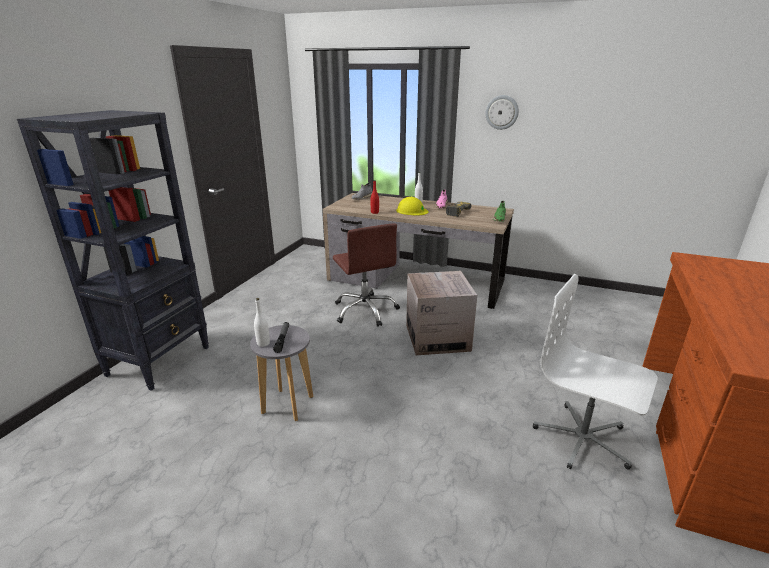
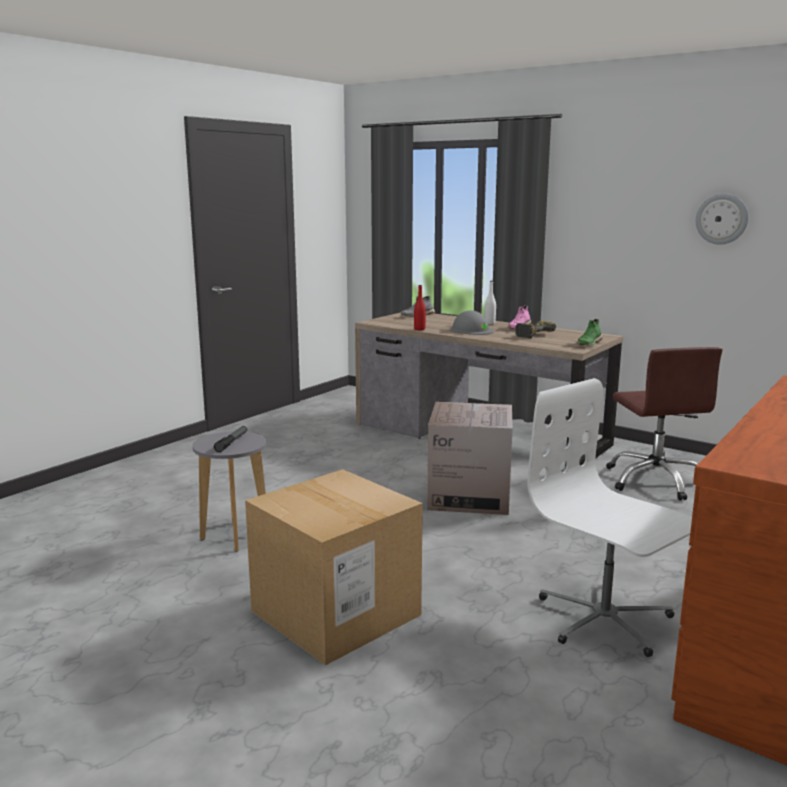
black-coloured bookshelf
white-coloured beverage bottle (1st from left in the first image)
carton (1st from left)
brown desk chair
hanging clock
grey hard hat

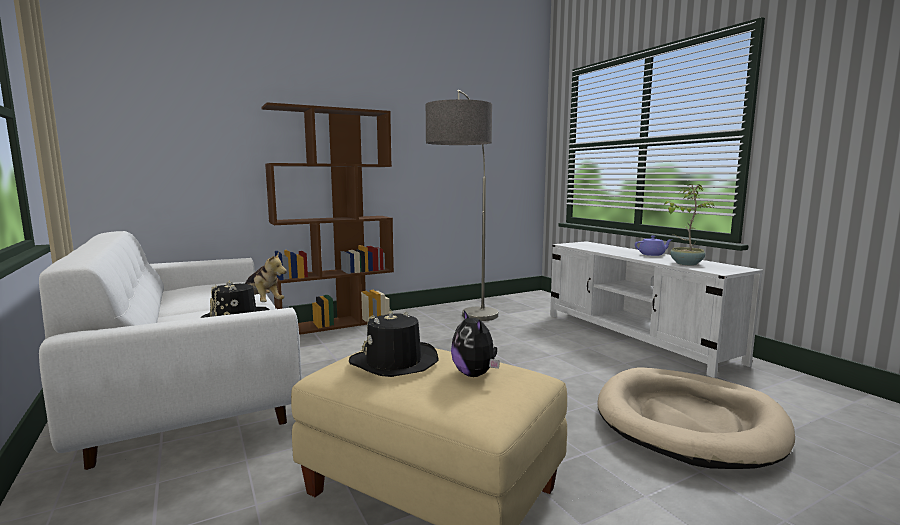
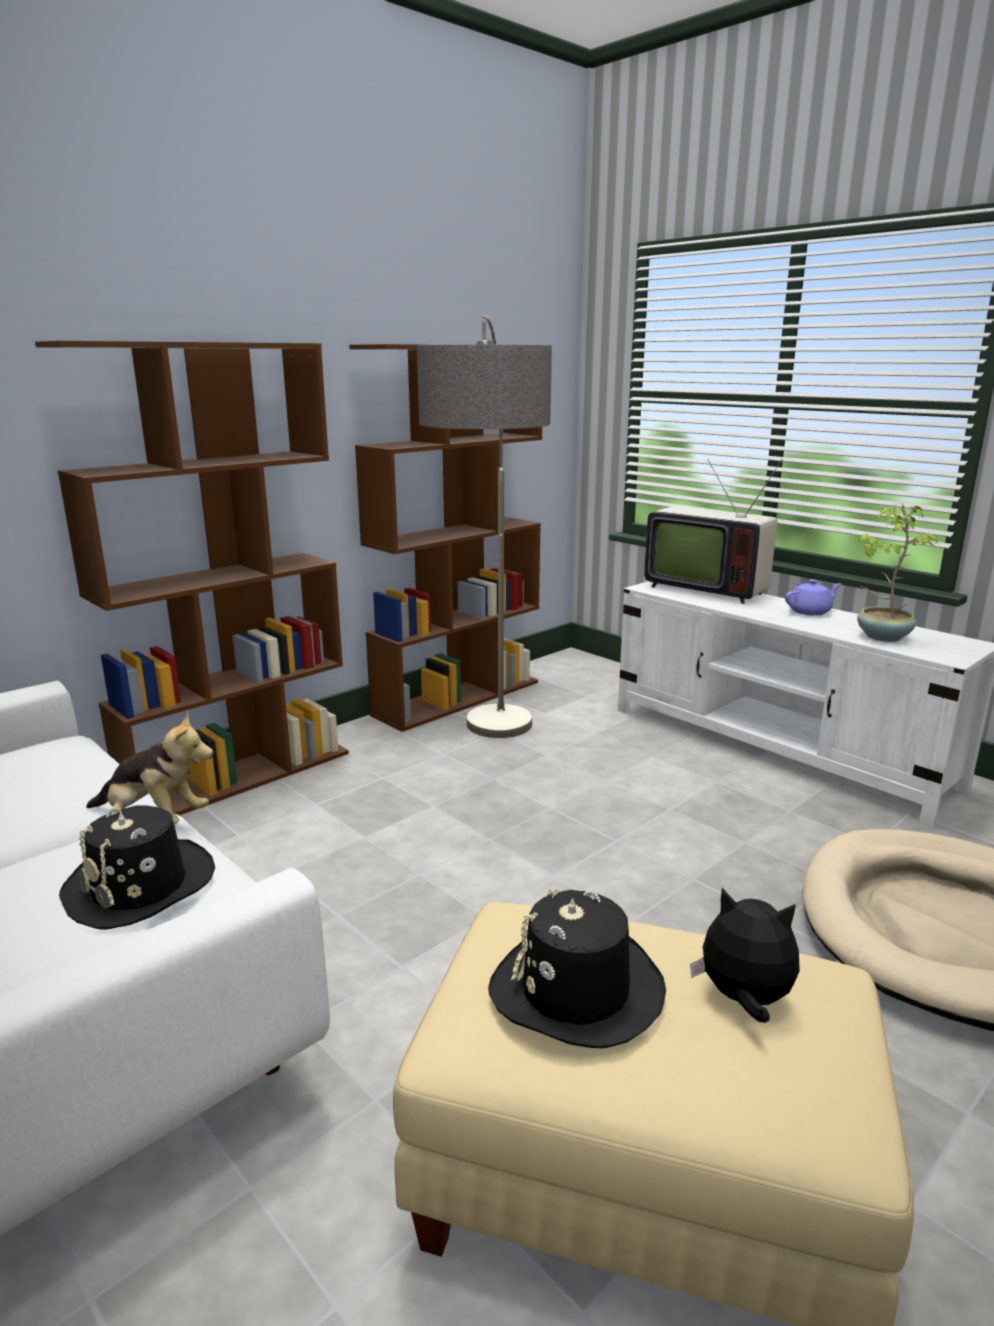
brown bookshelf (2nd from left)
TV set
plush toy (2nd from left)

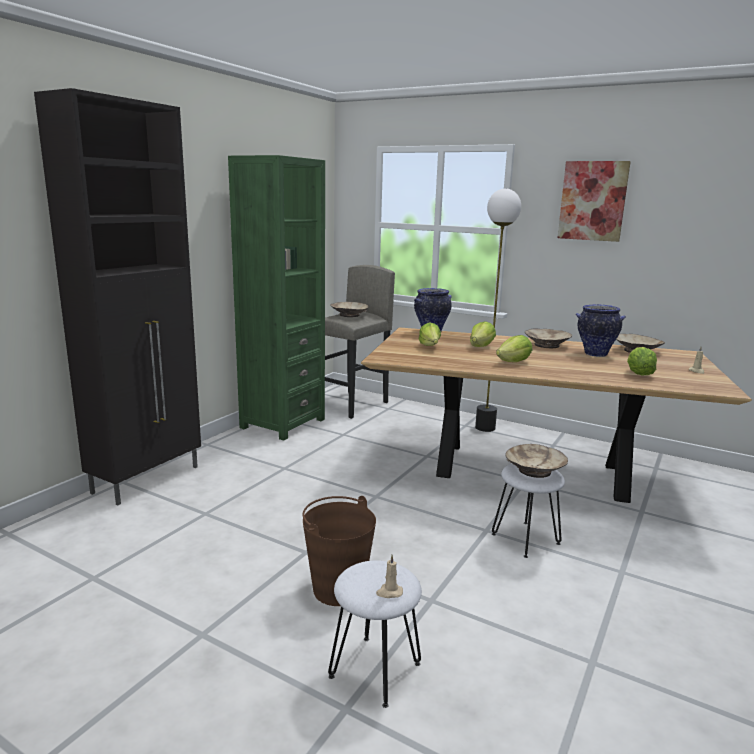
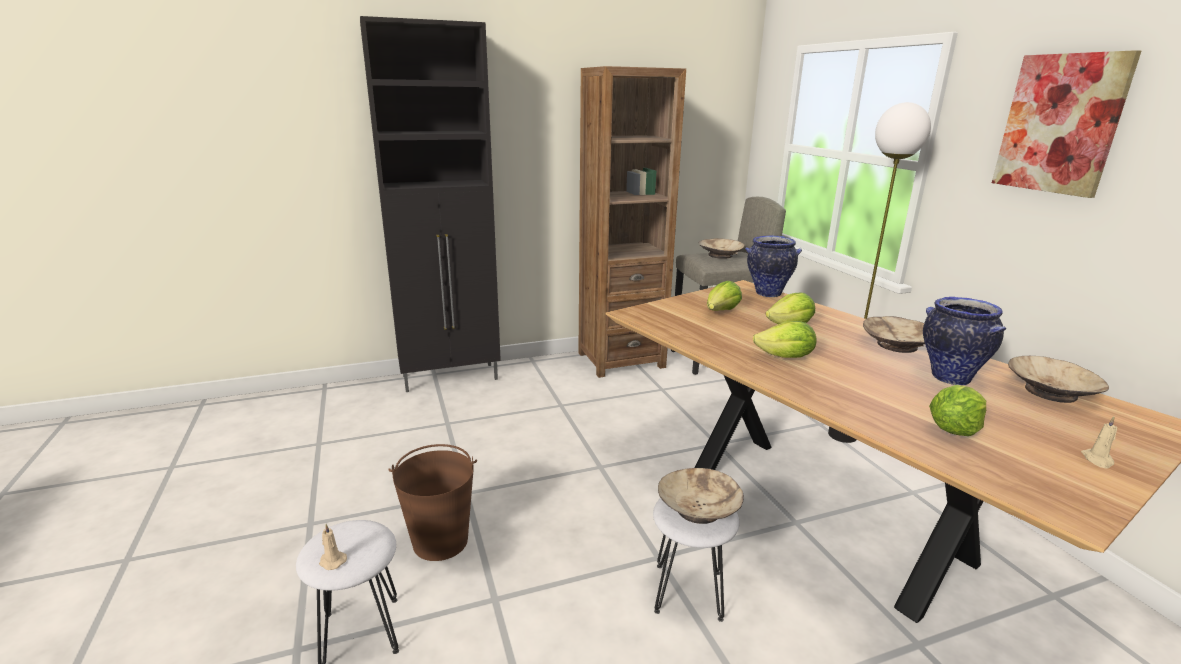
brown bookshelf

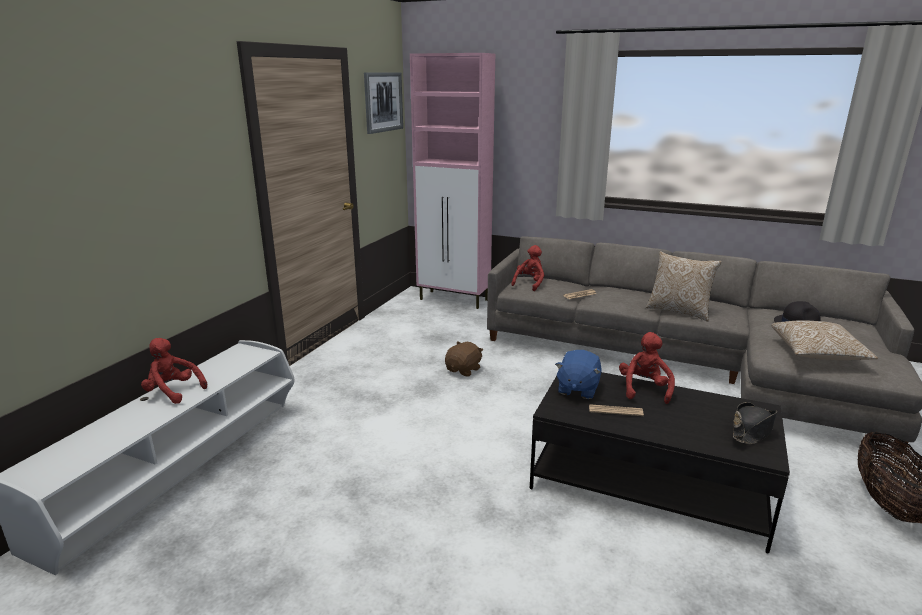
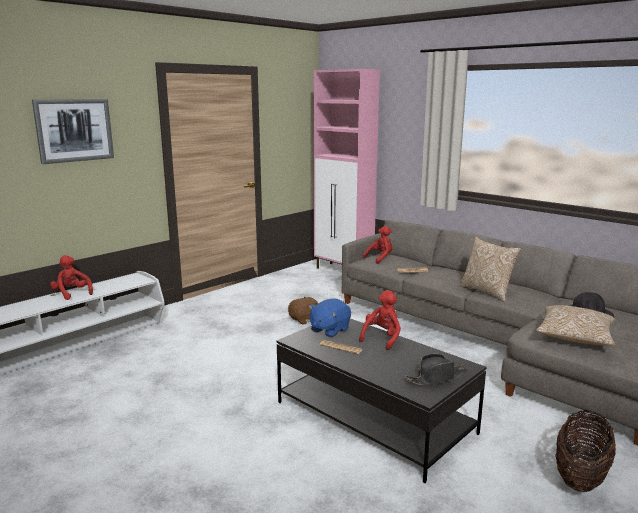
picture

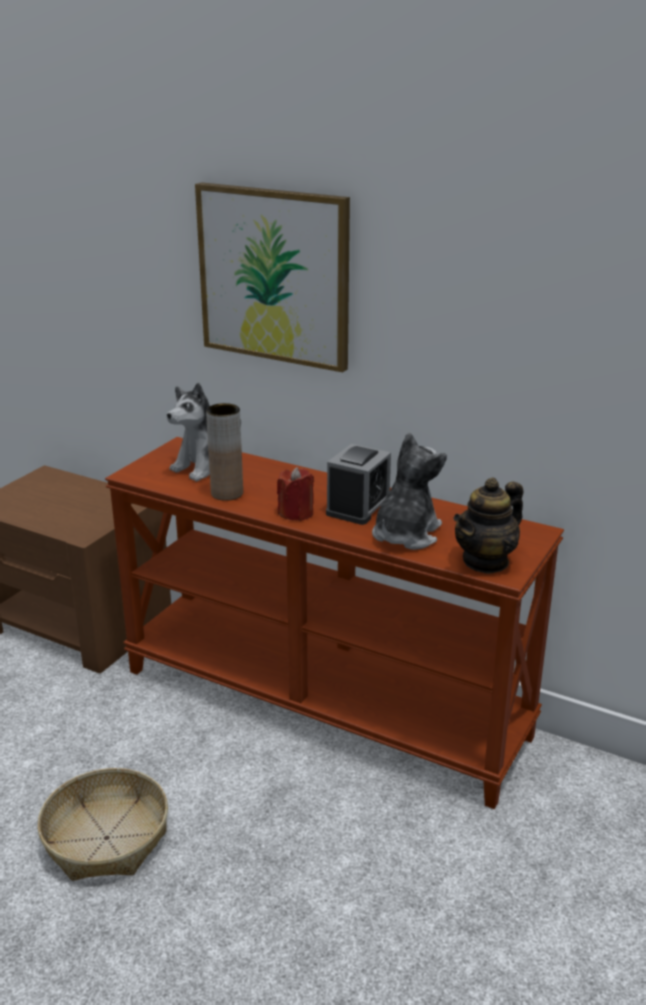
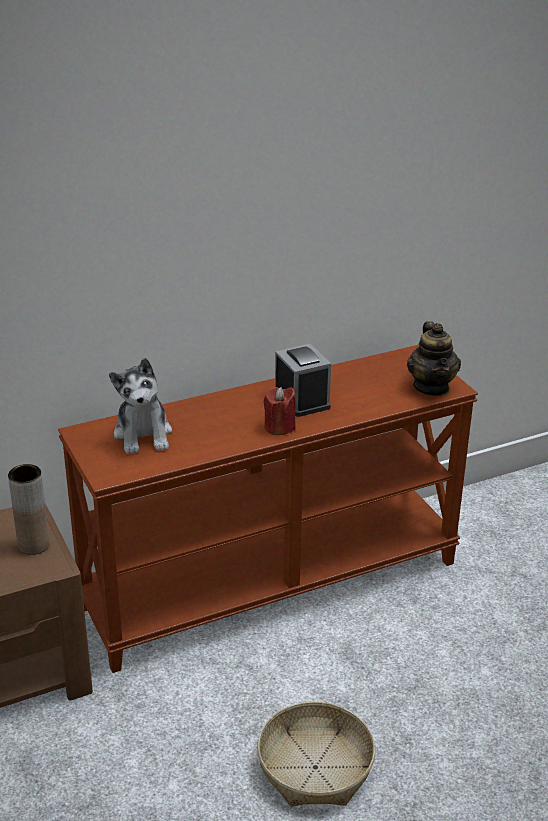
picture
plush toy (2nd from left in the first image)
brown decorative vase

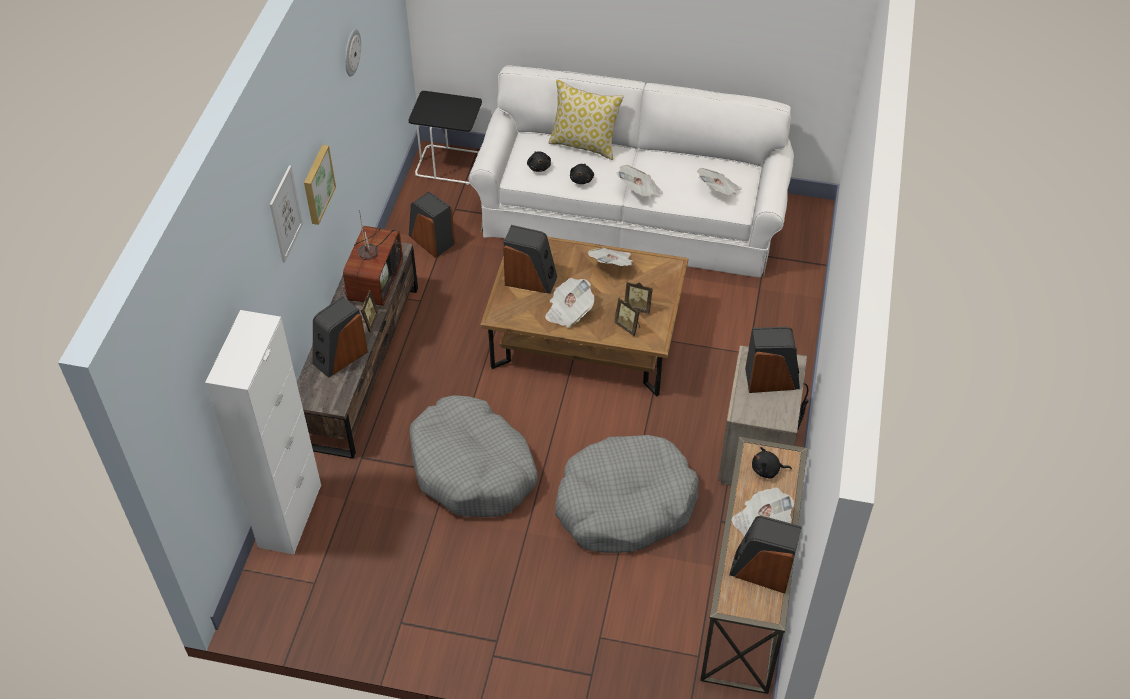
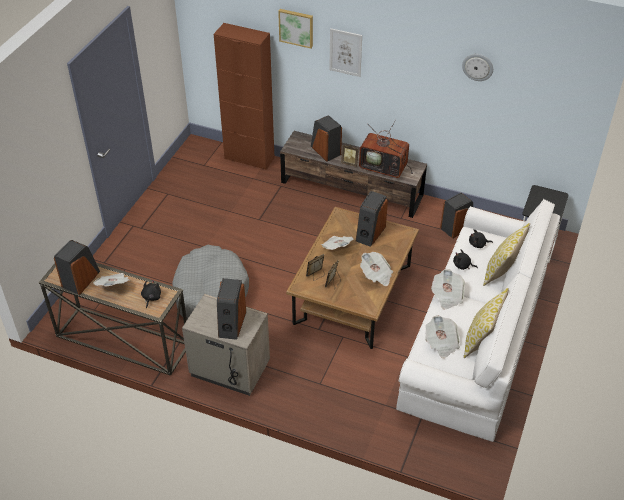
grey dog cushion (1st from left in the first image)
throw pillow (1st from left)
picture (1st from left)
brown cupboard

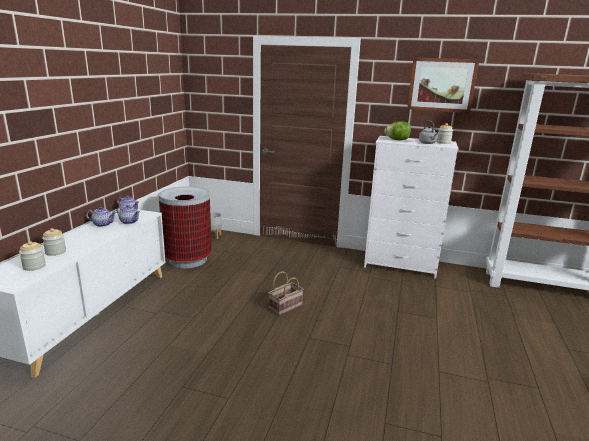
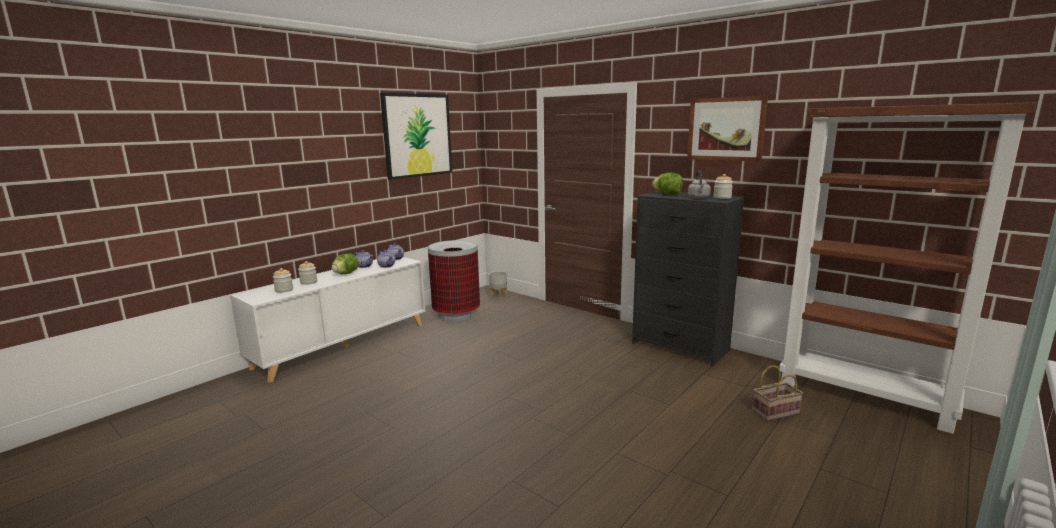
lettuce (1st from left)
picture (1st from left)
basket
black-coloured dresser

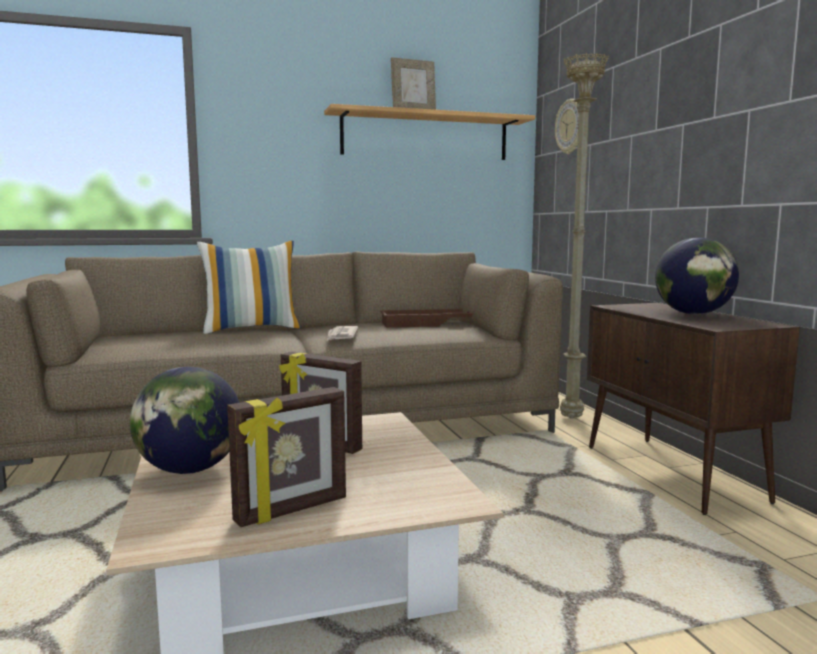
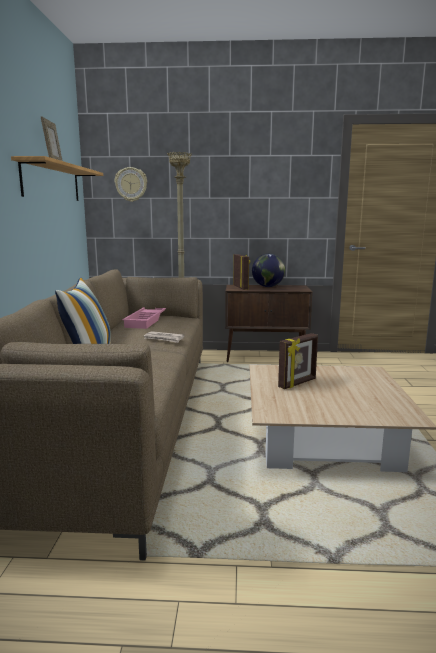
desk globe (1st from left in the first image)
standing frame (2nd from left)
pink carrying tray

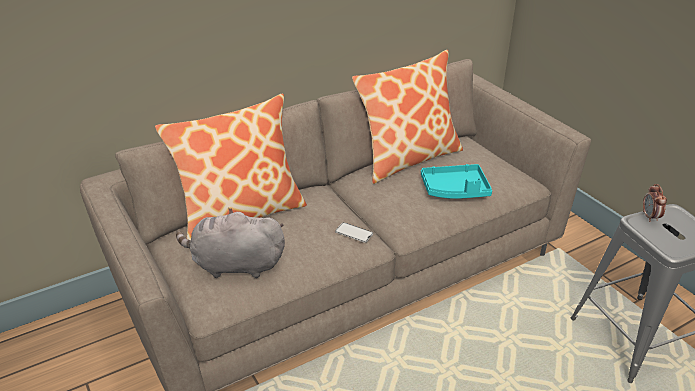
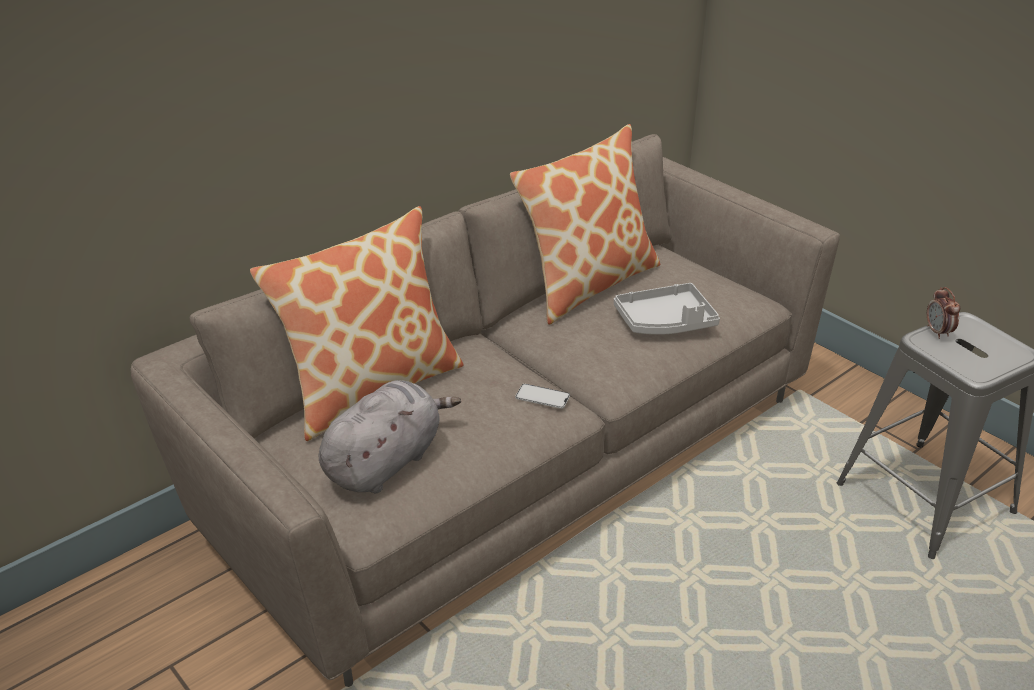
grey carrying tray
grey plush toy

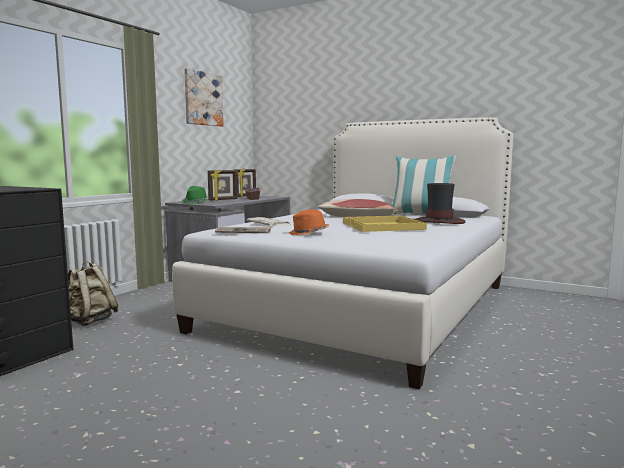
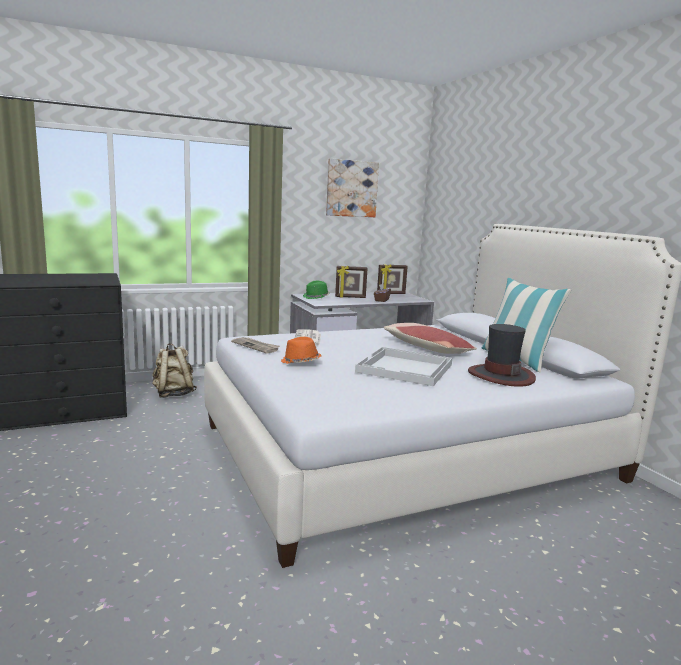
white-coloured carrying tray

